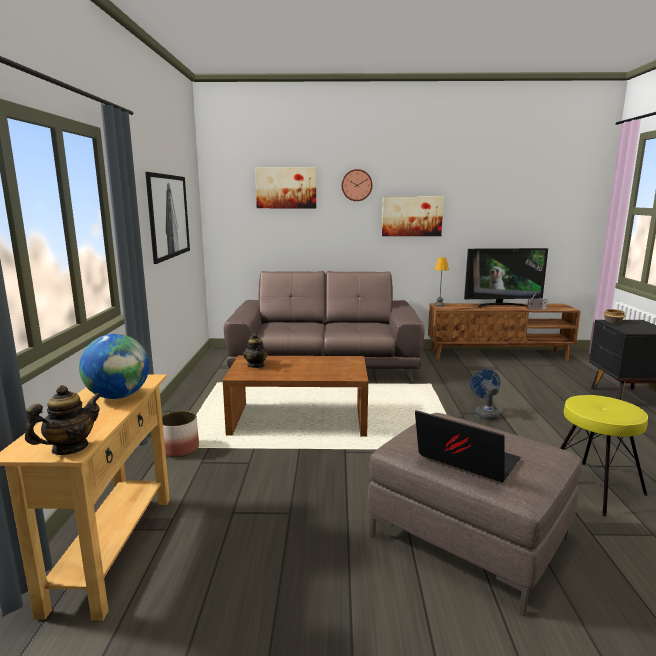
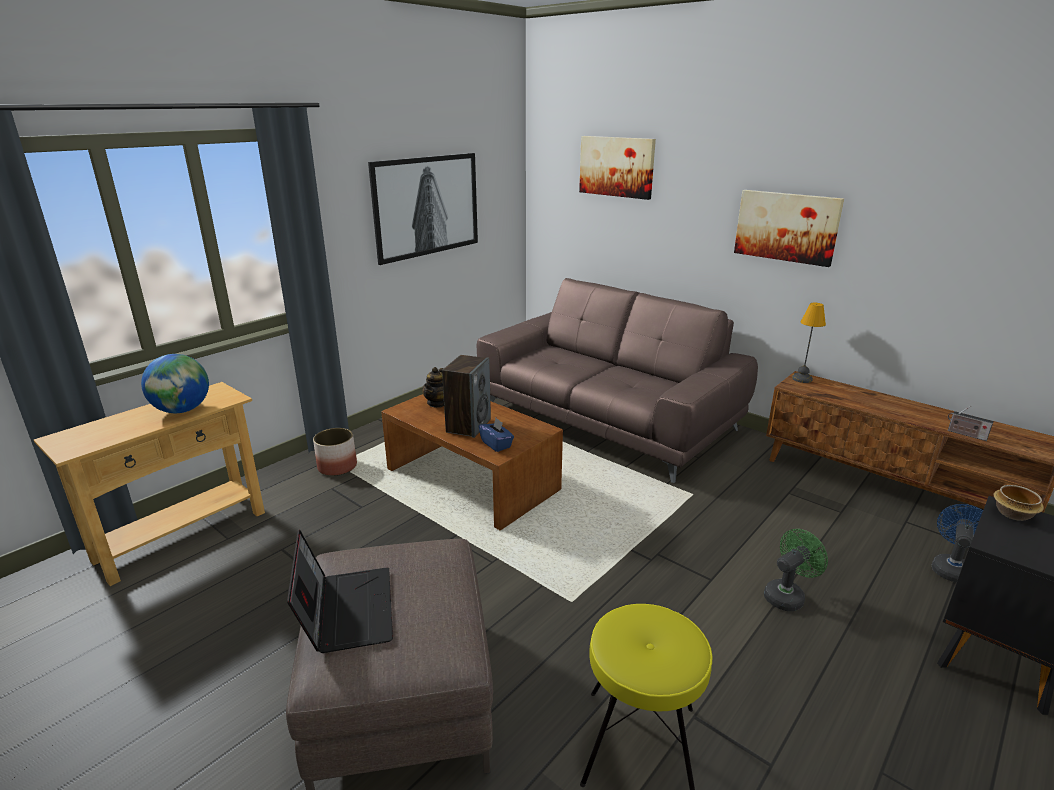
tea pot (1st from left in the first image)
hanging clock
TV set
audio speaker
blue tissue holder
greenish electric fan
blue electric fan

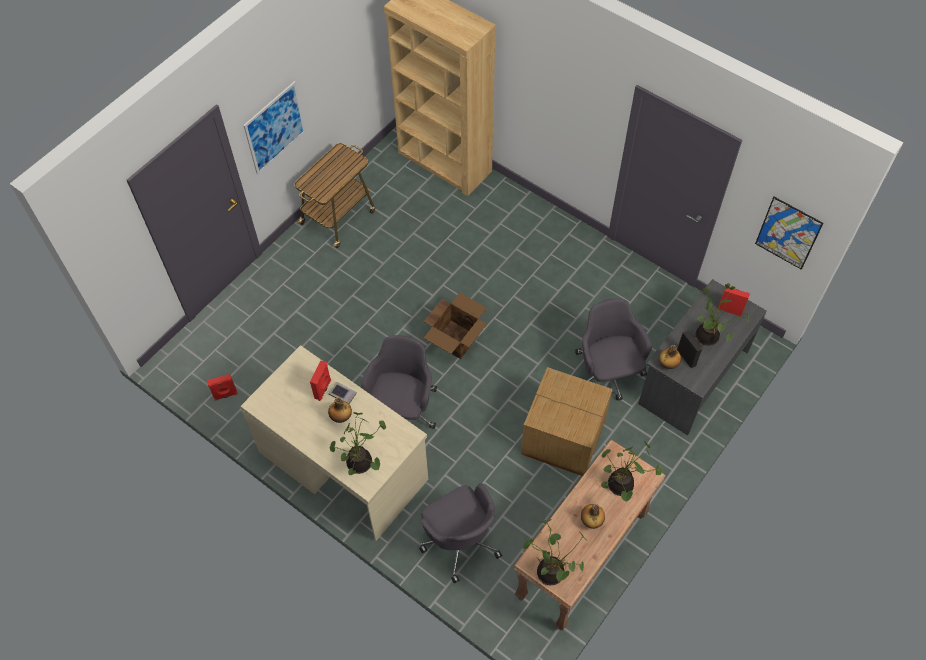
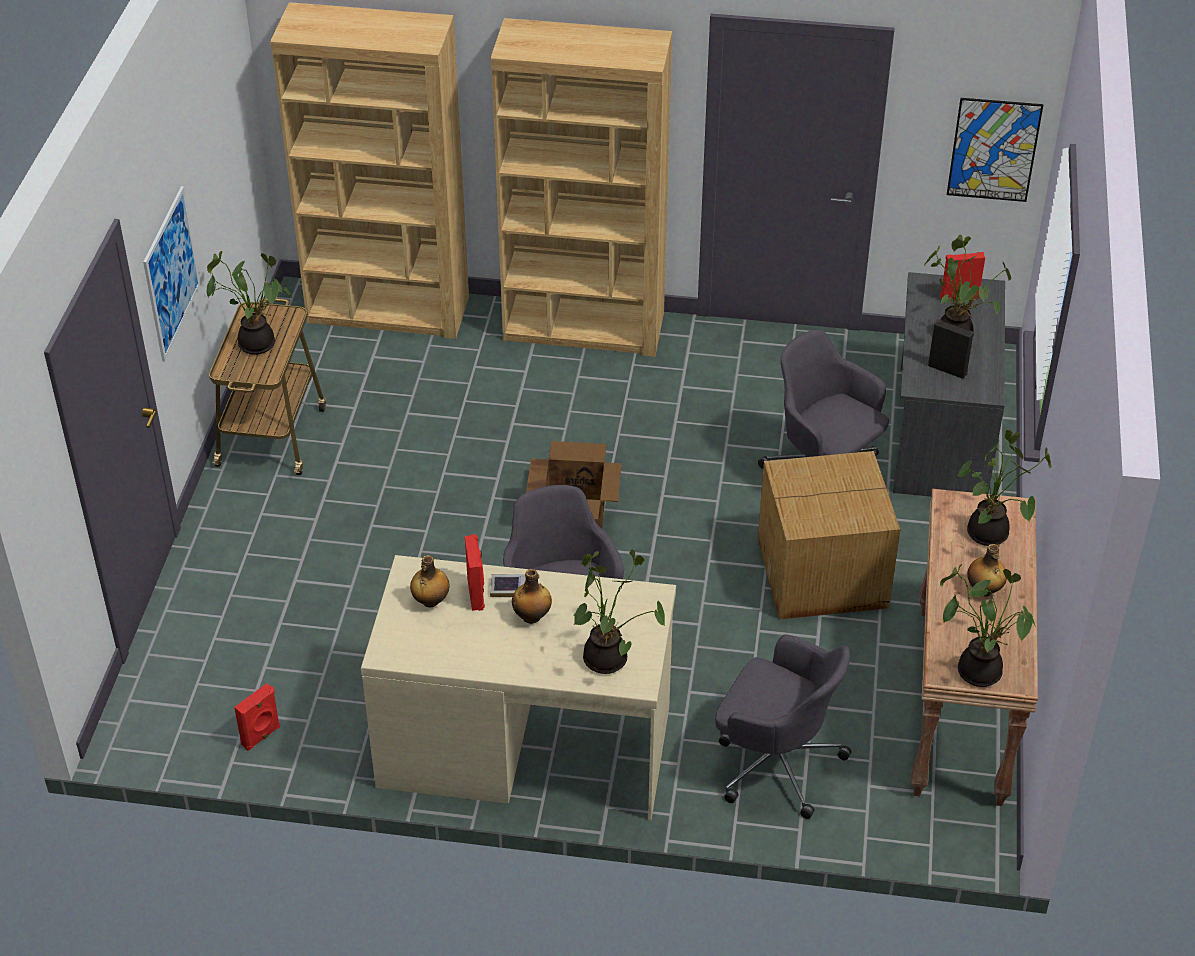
potted plant (1st from left)
brown bookshelf (2nd from left)
beverage bottle (1st from left)

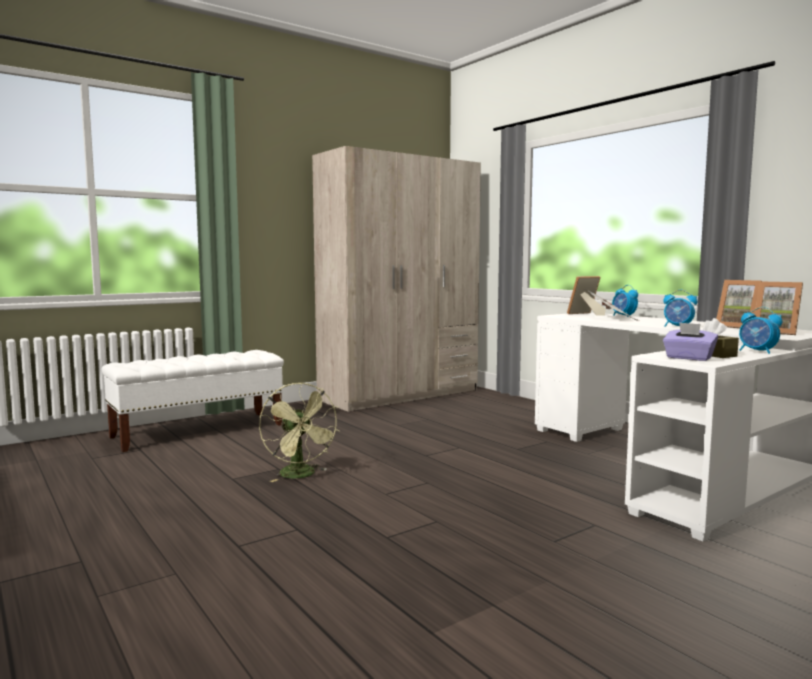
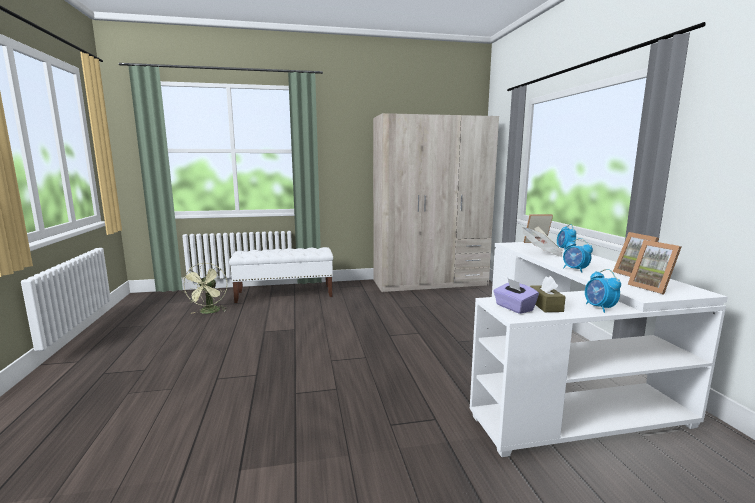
greenish electric fan

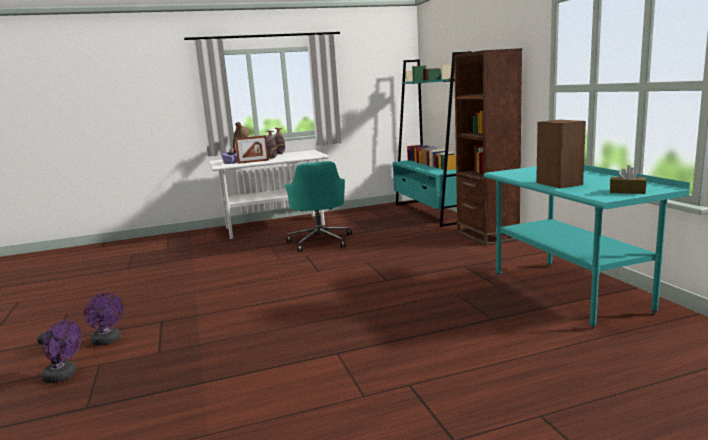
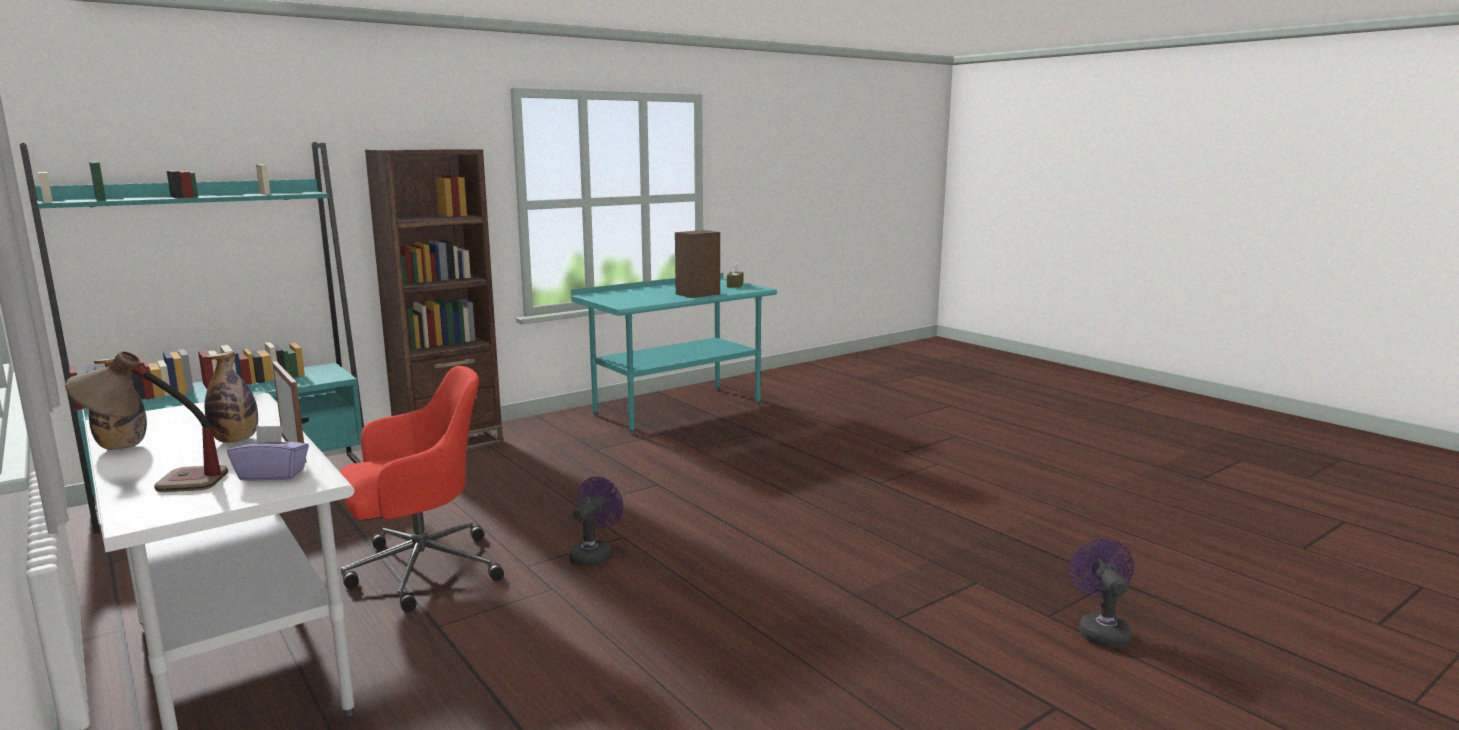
purple electric fan (1st from left)
reddish desk chair

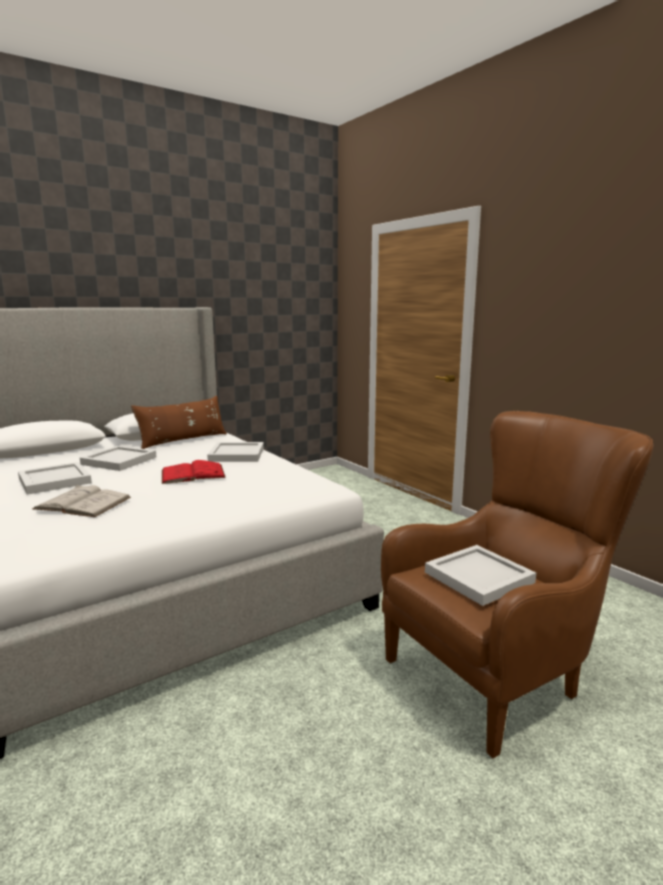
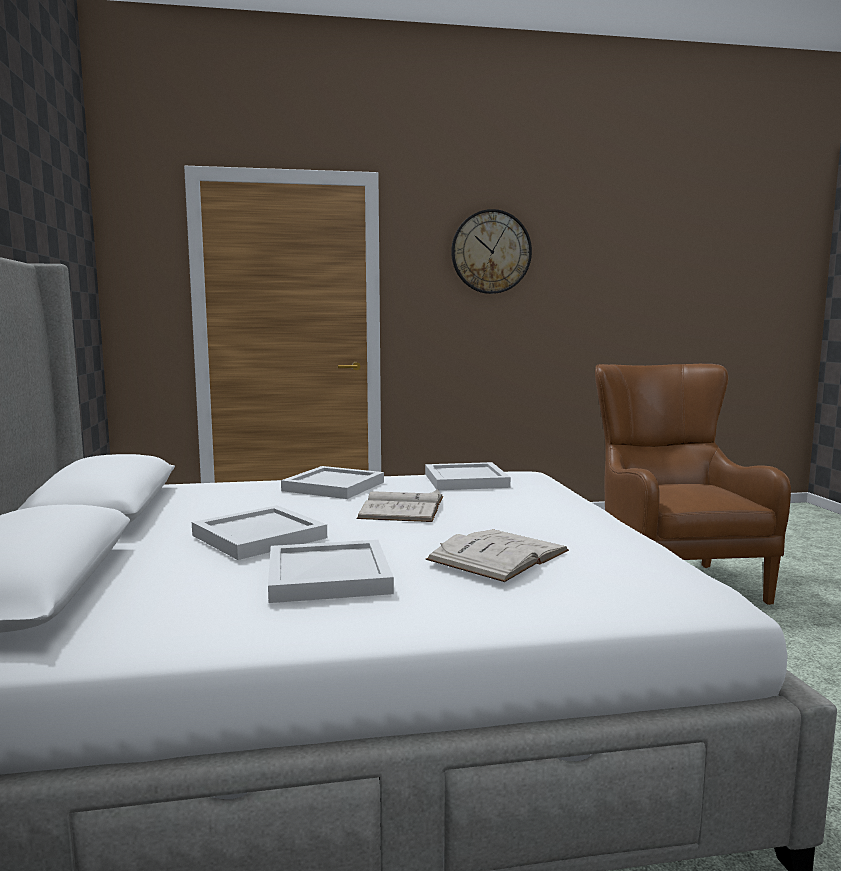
brown throw pillow
hanging clock
white-coloured carrying tray (4th from left)
white-coloured volume (1st from left)

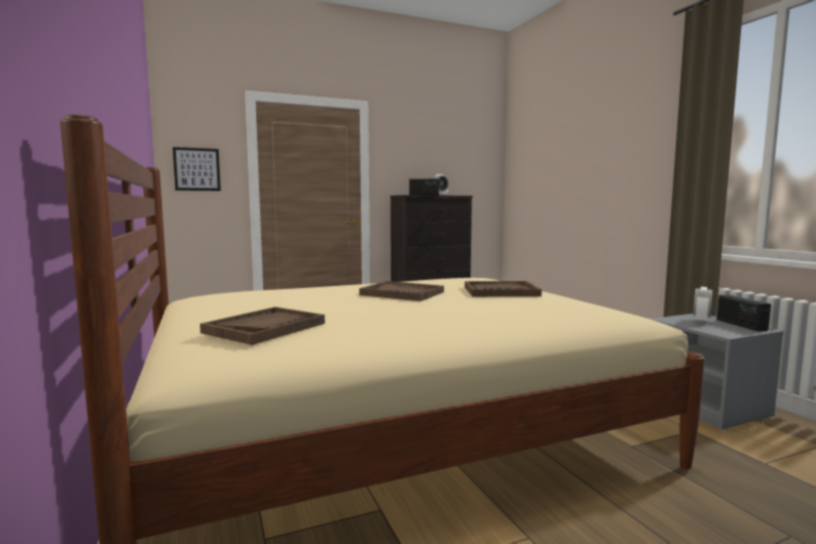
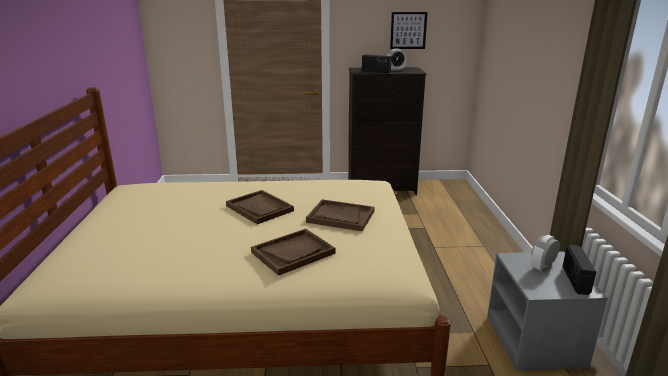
picture
brown carrying tray (2nd from left)

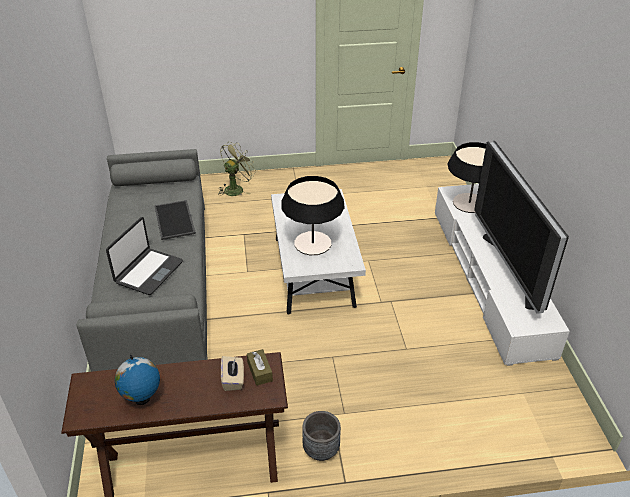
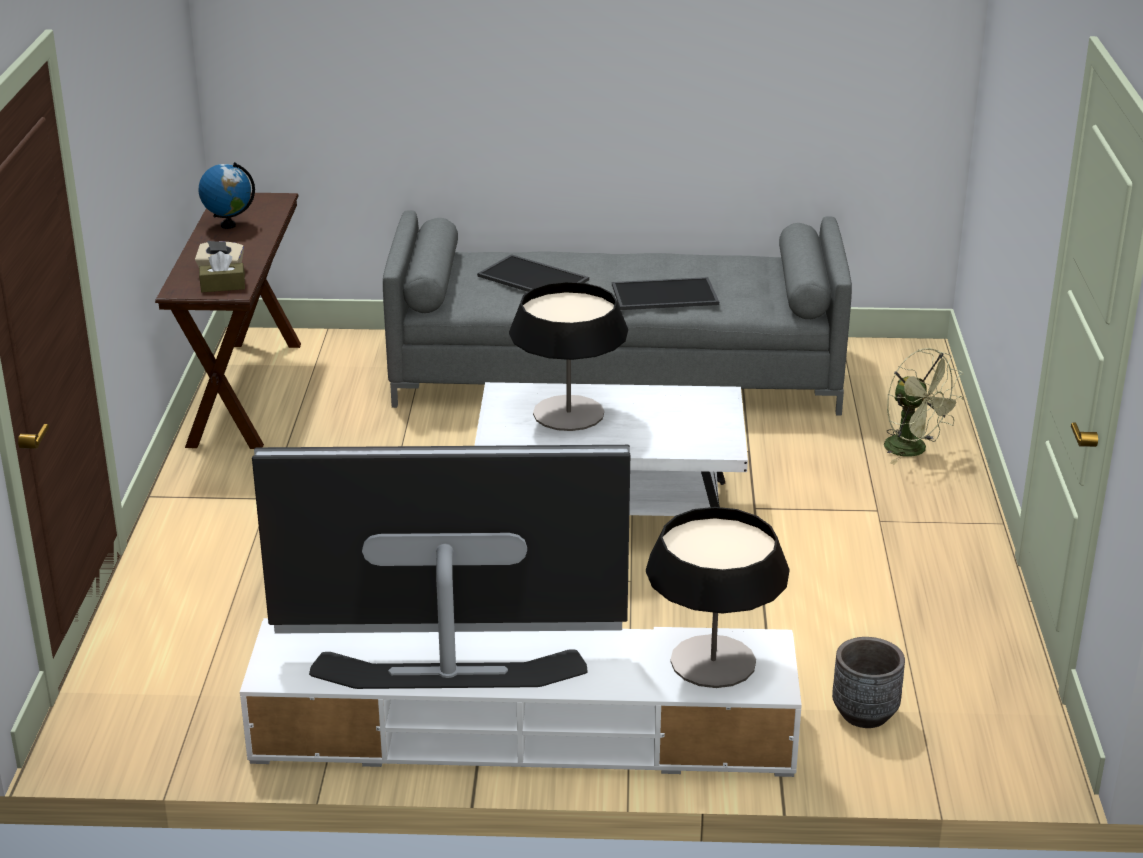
grey flower pot
carrying tray (1st from left)

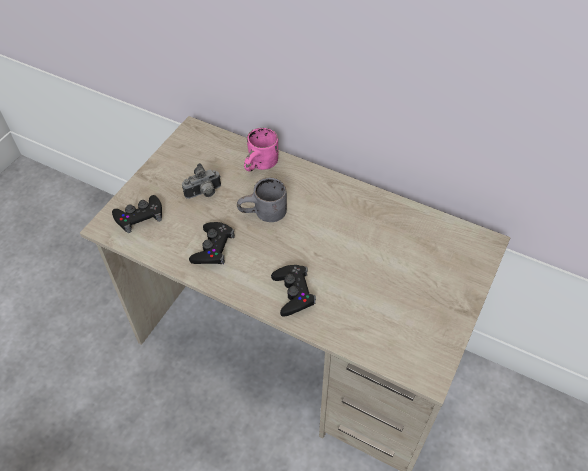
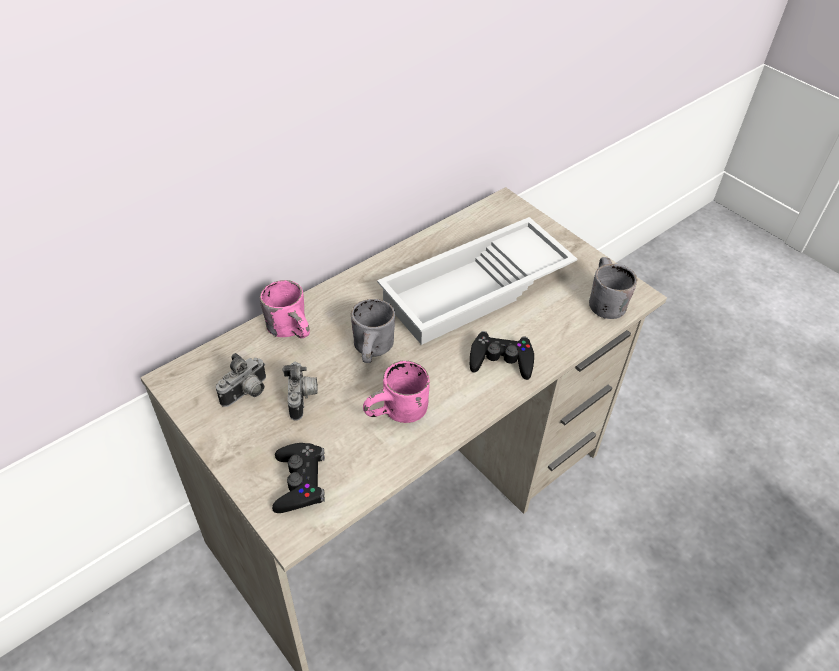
still camera (1st from left)
white-coloured carrying tray
grey coffee mug (2nd from left)
pink coffee mug (2nd from left)

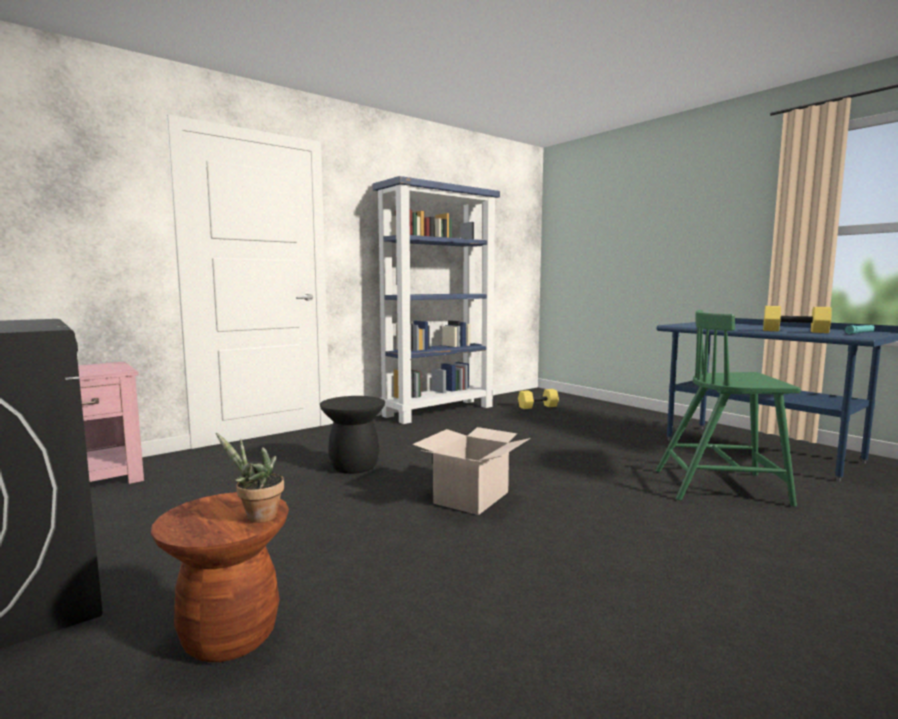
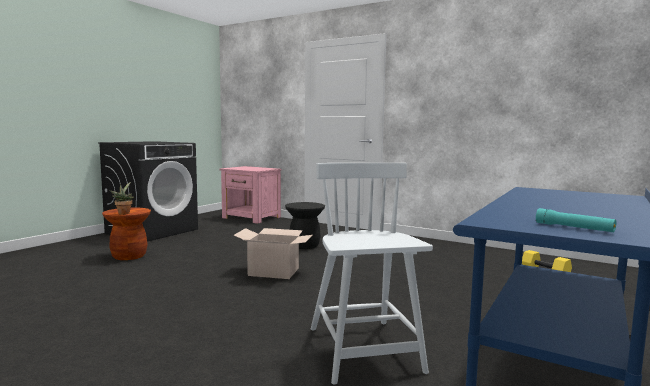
blue bookshelf
yellowish dumbbell (2nd from left in the first image)
white-coloured chair

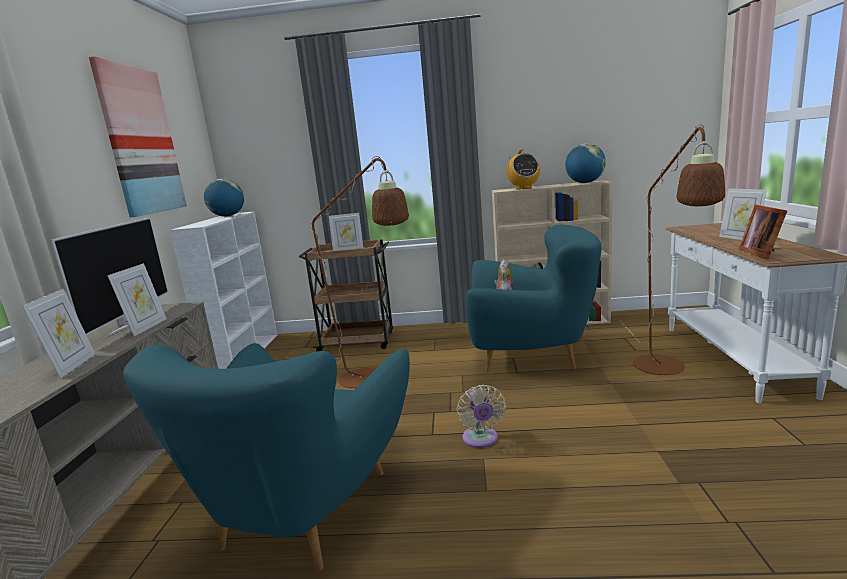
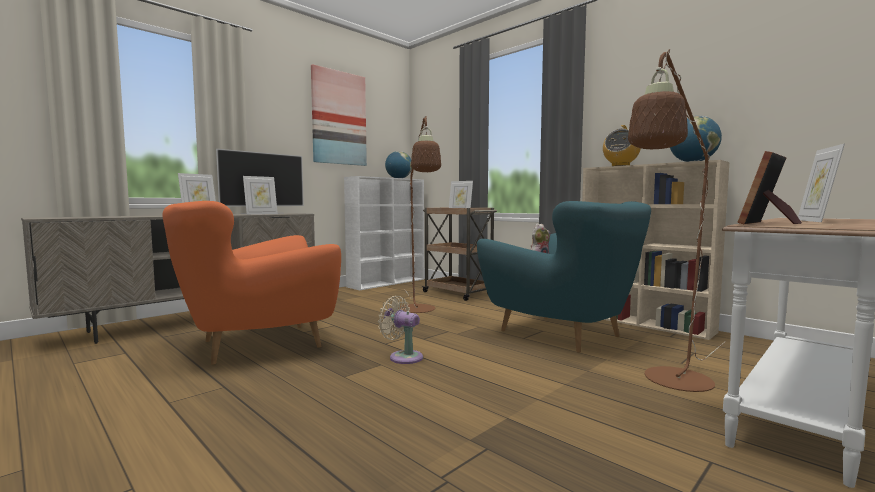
orangey easy chair
beige-coloured electric fan

